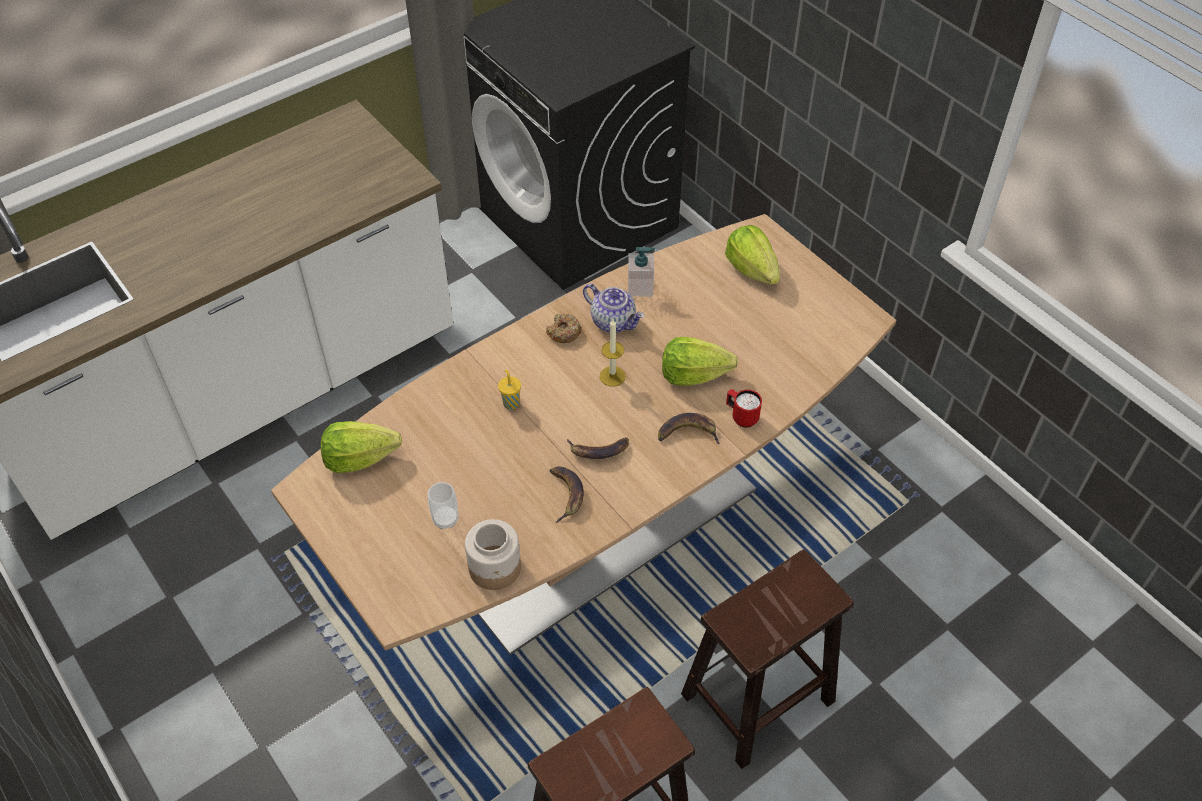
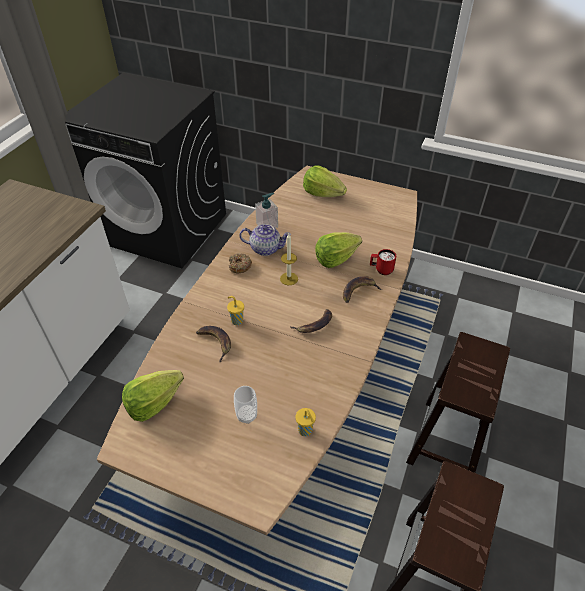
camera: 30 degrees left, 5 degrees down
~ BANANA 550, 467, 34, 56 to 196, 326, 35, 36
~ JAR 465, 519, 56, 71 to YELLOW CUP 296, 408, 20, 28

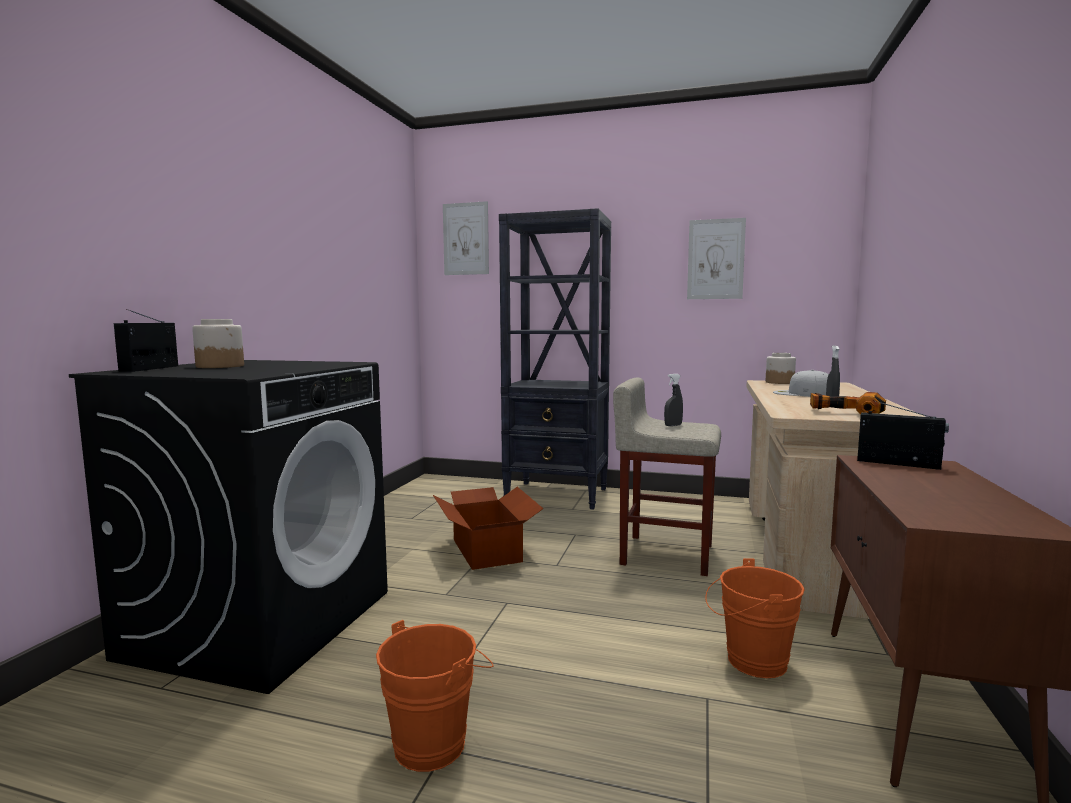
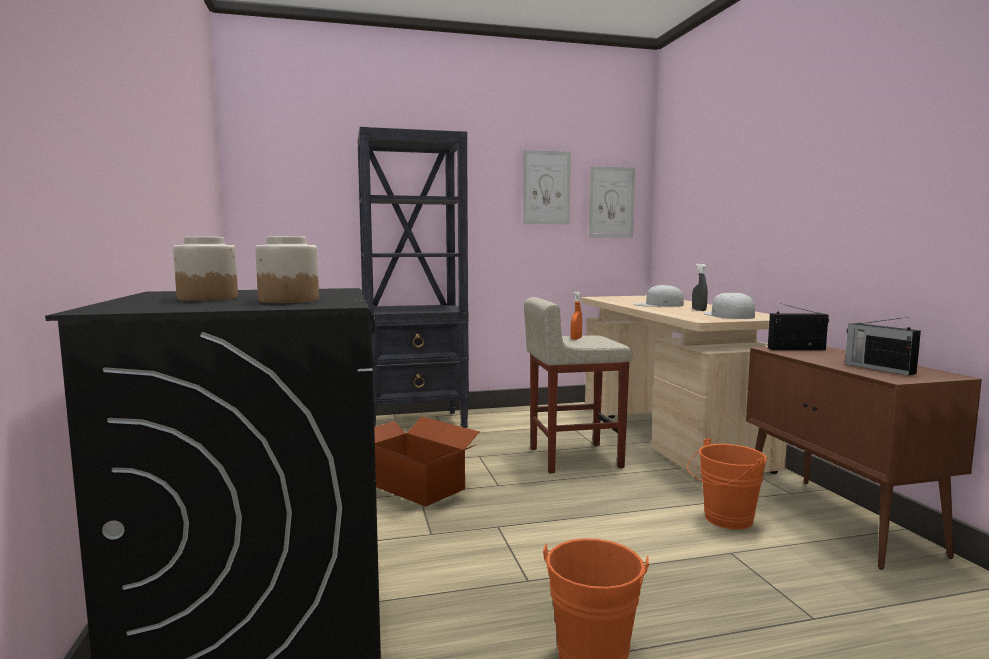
camera: 30 degrees left, 0 degrees up
~ RADIO 114, 309, 64, 63 to 845, 317, 76, 58
~ PICTURE 443, 201, 46, 74 to 589, 166, 46, 72
~ JAR 766, 353, 30, 31 to 255, 236, 64, 67
~ POWER DRILL 810, 392, 76, 23 to WHITE CAP 703, 292, 52, 27
~ GREY SPRAY BOTTLE 664, 374, 19, 52 to ORANGE SPRAY BOTTLE 571, 292, 11, 48

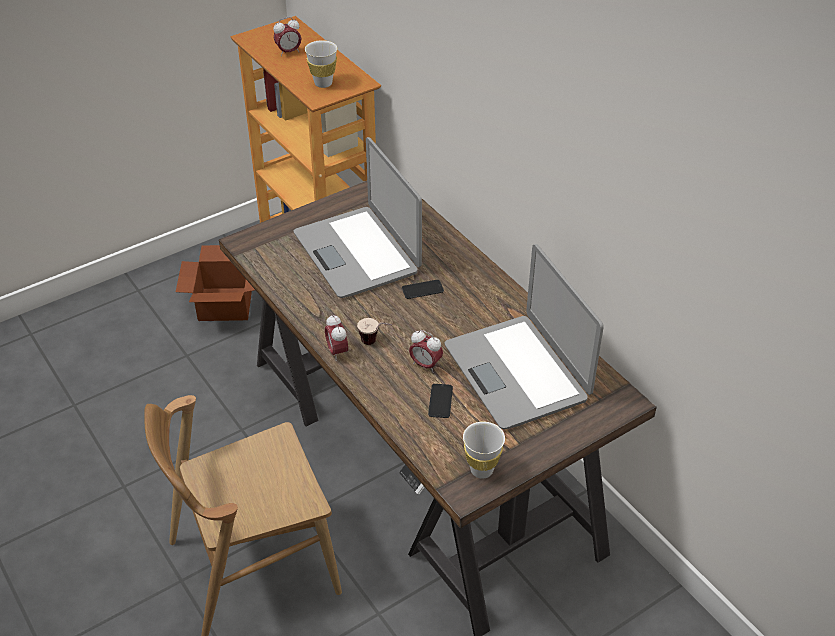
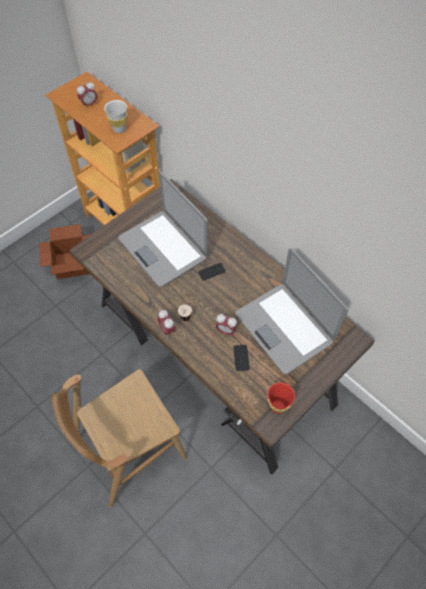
camera: 10 degrees left, 15 degrees up
~ WHITE CUP 463, 422, 42, 57 to RED CUP 268, 382, 27, 32

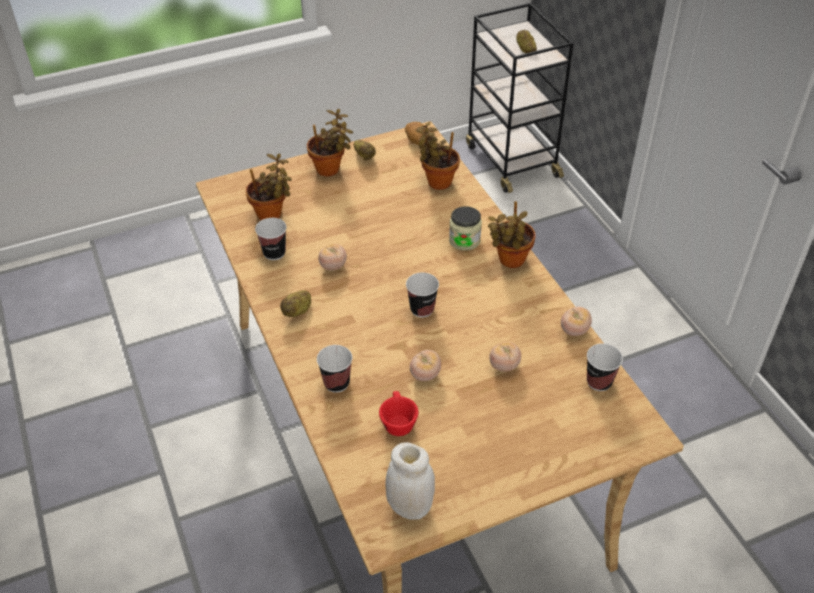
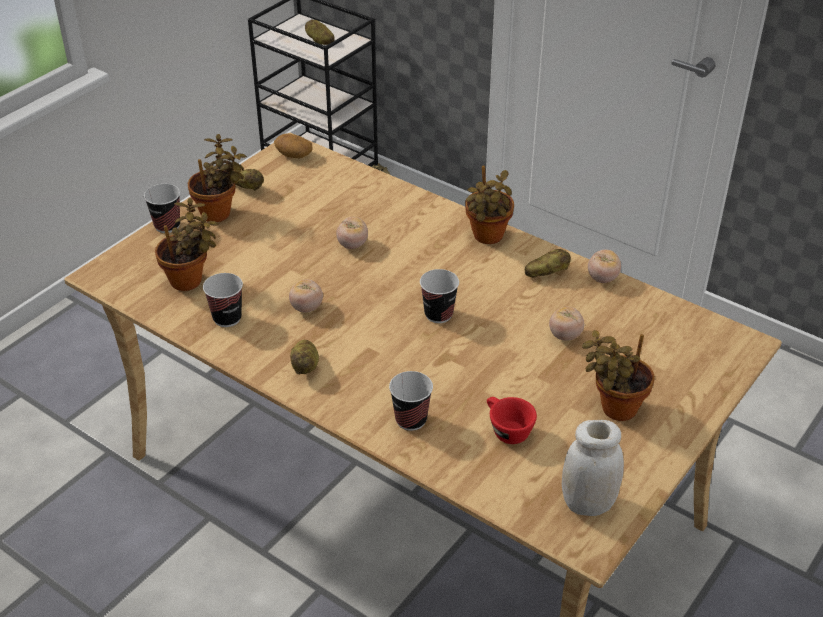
camera: 30 degrees left, 5 degrees down
- JAR 449, 206, 33, 45
+ POTATO 524, 249, 47, 29
~ TOMATO 410, 350, 31, 31 to 336, 217, 32, 32
~ POTTED PLANT 416, 122, 44, 68 to 582, 330, 73, 91
~ CUP 587, 343, 36, 48 to 144, 184, 36, 49

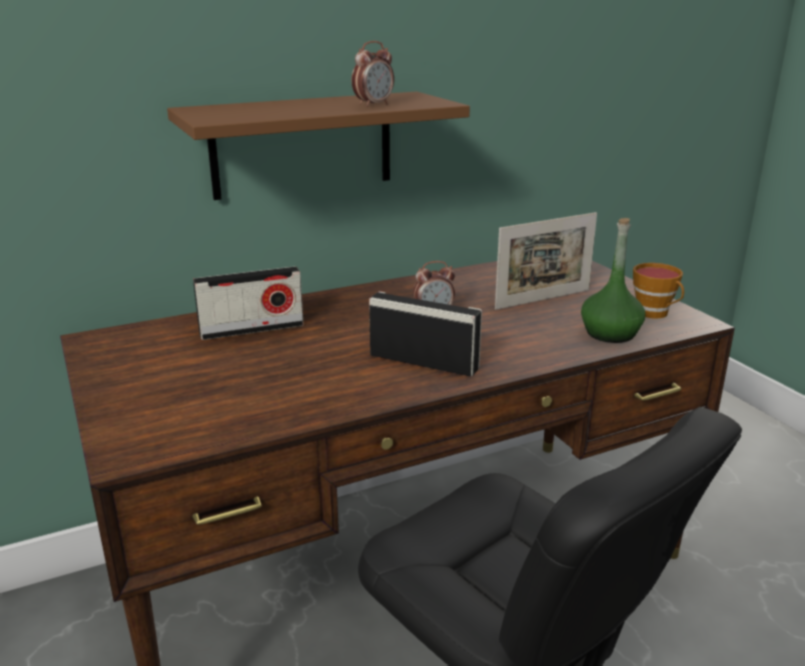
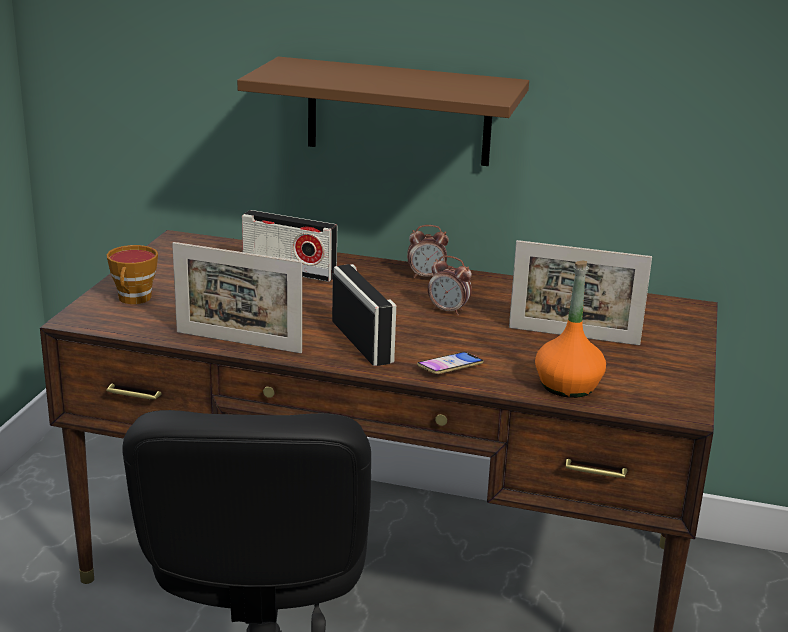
camera: 40 degrees right, 0 degrees up
+ PICTURE FRAME 172, 242, 130, 111
+ PHONE 417, 352, 67, 22
~ ALARM CLOCK 352, 41, 42, 66 to 407, 225, 42, 53
~ CUP 633, 263, 51, 56 to 106, 245, 52, 59
~ GREEN BOTTLE 581, 218, 64, 125 to ORANGE BOTTLE 535, 260, 71, 138

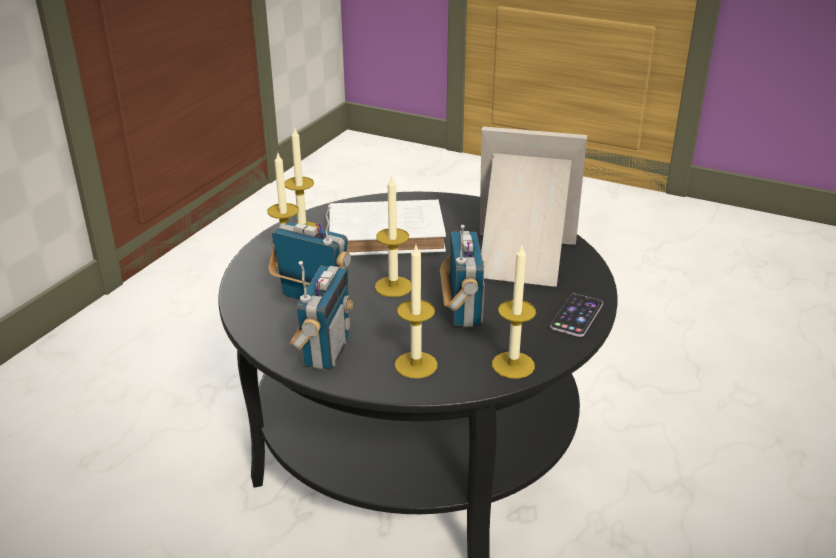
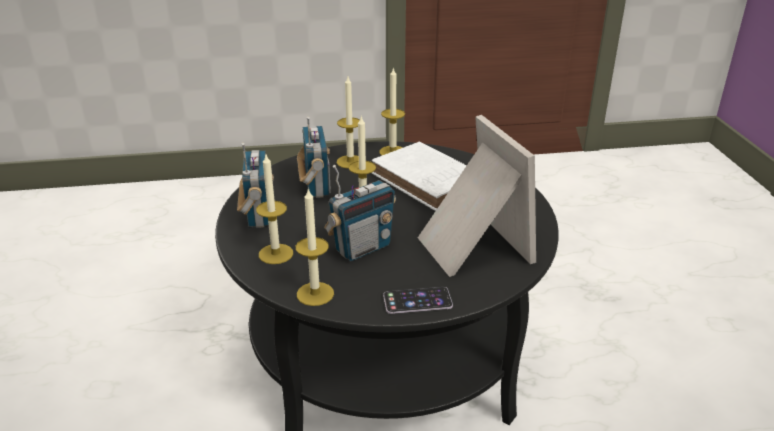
camera: 55 degrees right, 0 degrees up
~ RADIO 289, 261, 64, 109 = 237, 143, 37, 85 75 degrees counterclockwise

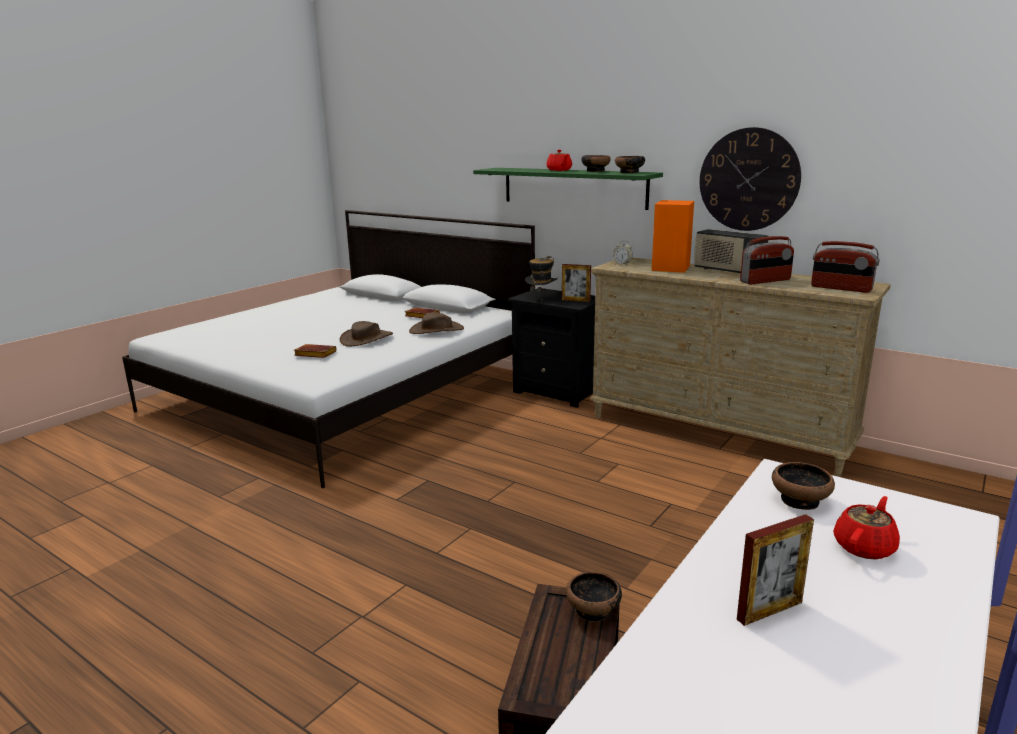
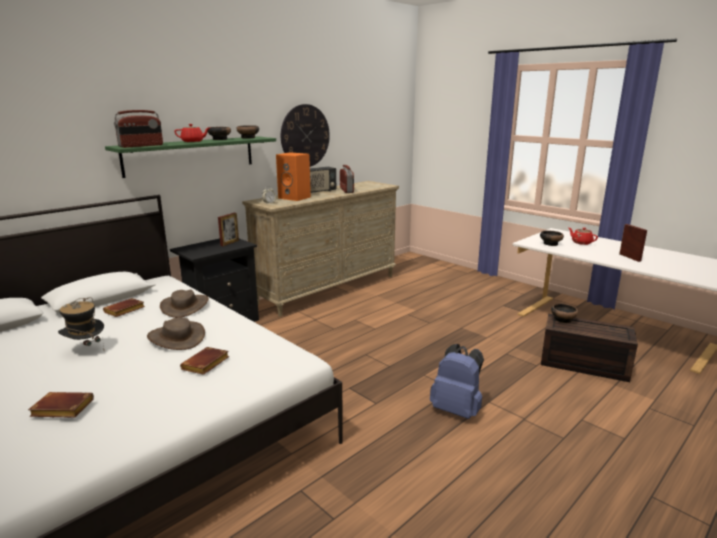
camera: 80 degrees left, 0 degrees up
+ BROWN BOOK 28, 392, 66, 26
+ BLUE BACKPACK 430, 344, 54, 75
~ HAT 525, 256, 33, 36 to 58, 297, 46, 49
~ RADIO 811, 241, 69, 52 to 114, 110, 49, 38

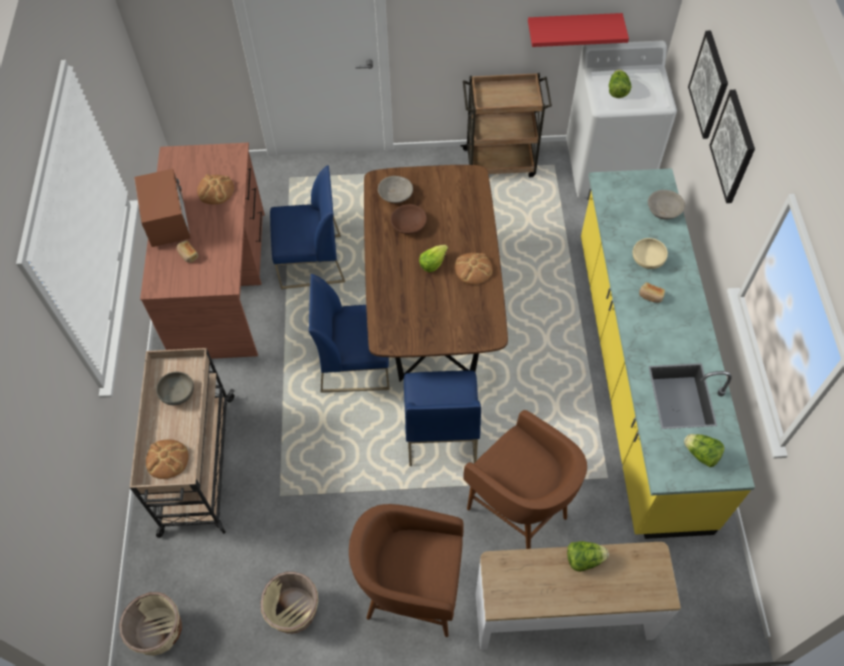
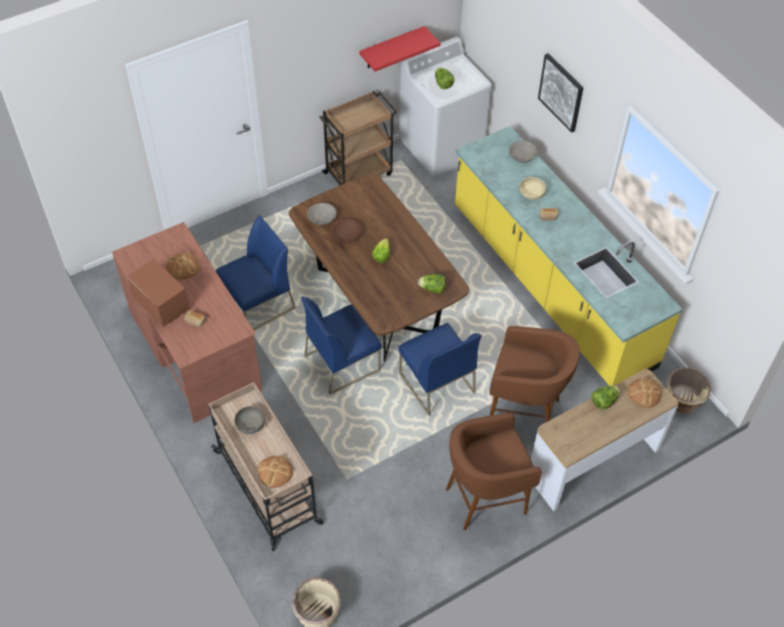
camera: 30 degrees left, 5 degrees down
- PICTURE 688, 30, 40, 109
~ BEIGE PLANTER 261, 572, 57, 62 to 667, 367, 44, 46
~ BREAD 455, 253, 38, 32 to 627, 377, 35, 31
~ LETTUCE 684, 434, 40, 33 to 418, 274, 28, 20

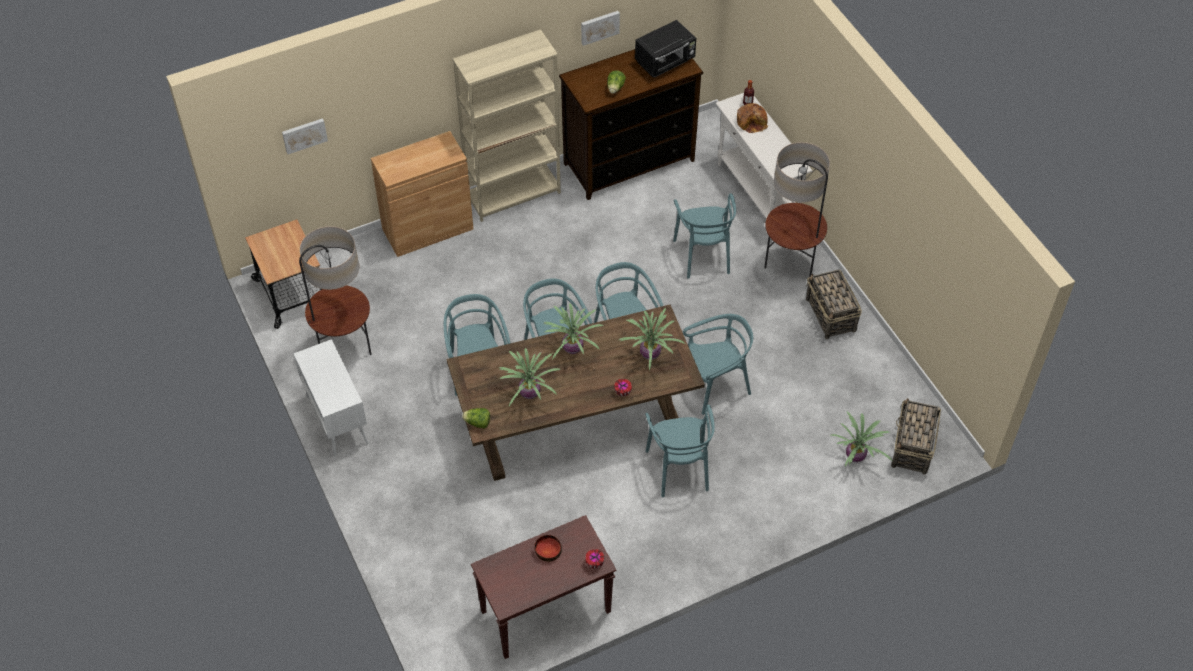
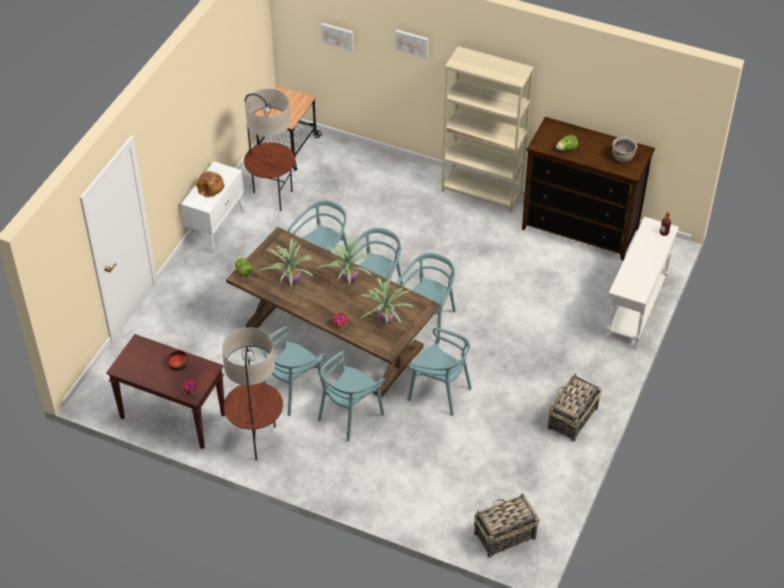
camera: 50 degrees right, 5 degrees down
- BROWN CABINET 371, 131, 103, 126
- POTTED PLANT 830, 412, 62, 54
~ PICTURE 581, 11, 39, 35 to 395, 29, 34, 29
~ TURQUOISE CHAIR 673, 193, 63, 86 to 261, 326, 65, 90
~ BREAD 737, 103, 32, 30 to 196, 171, 29, 27
~ FLOOR LAMP 764, 142, 66, 135 to 222, 327, 61, 134
~ BLACK MICROWAVE 635, 20, 61, 58 to BROWN COOKING POT 612, 136, 26, 26

